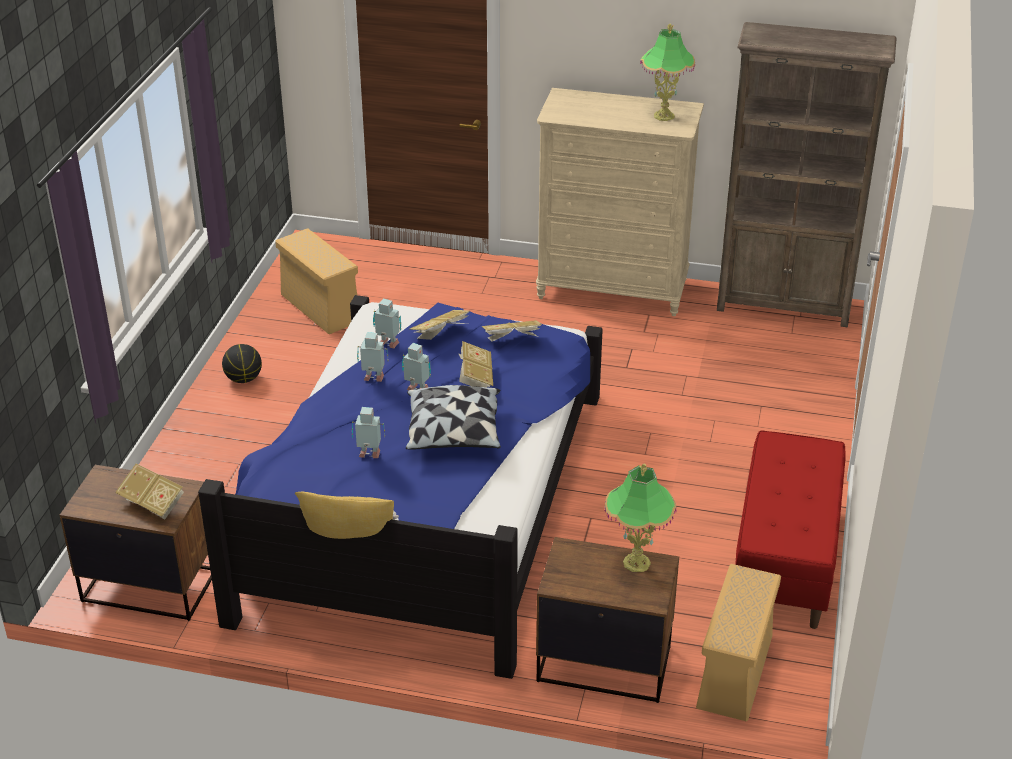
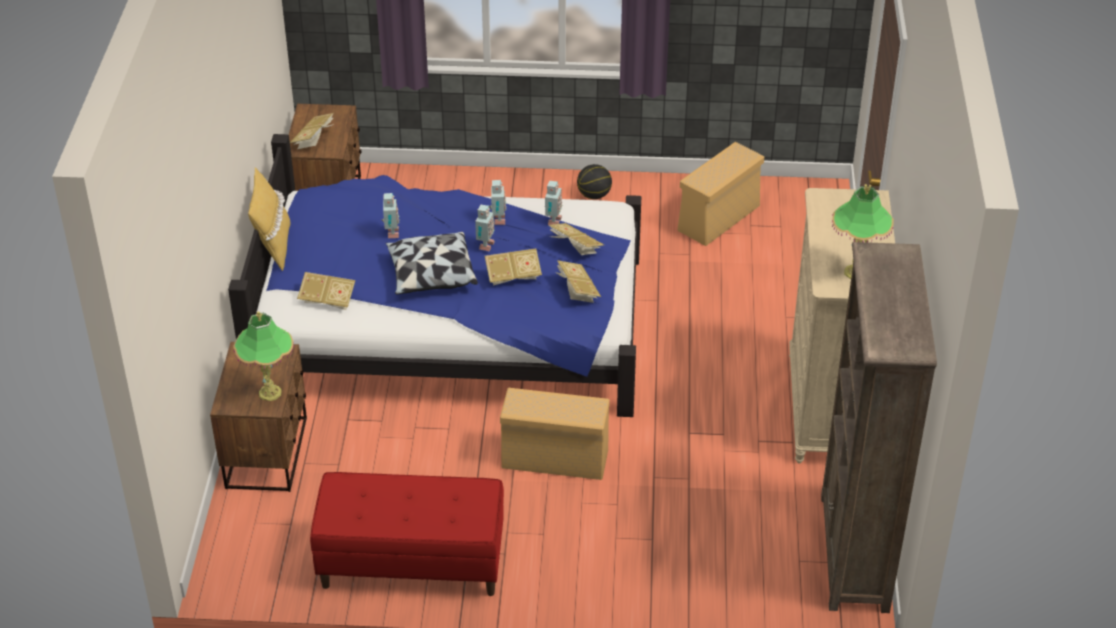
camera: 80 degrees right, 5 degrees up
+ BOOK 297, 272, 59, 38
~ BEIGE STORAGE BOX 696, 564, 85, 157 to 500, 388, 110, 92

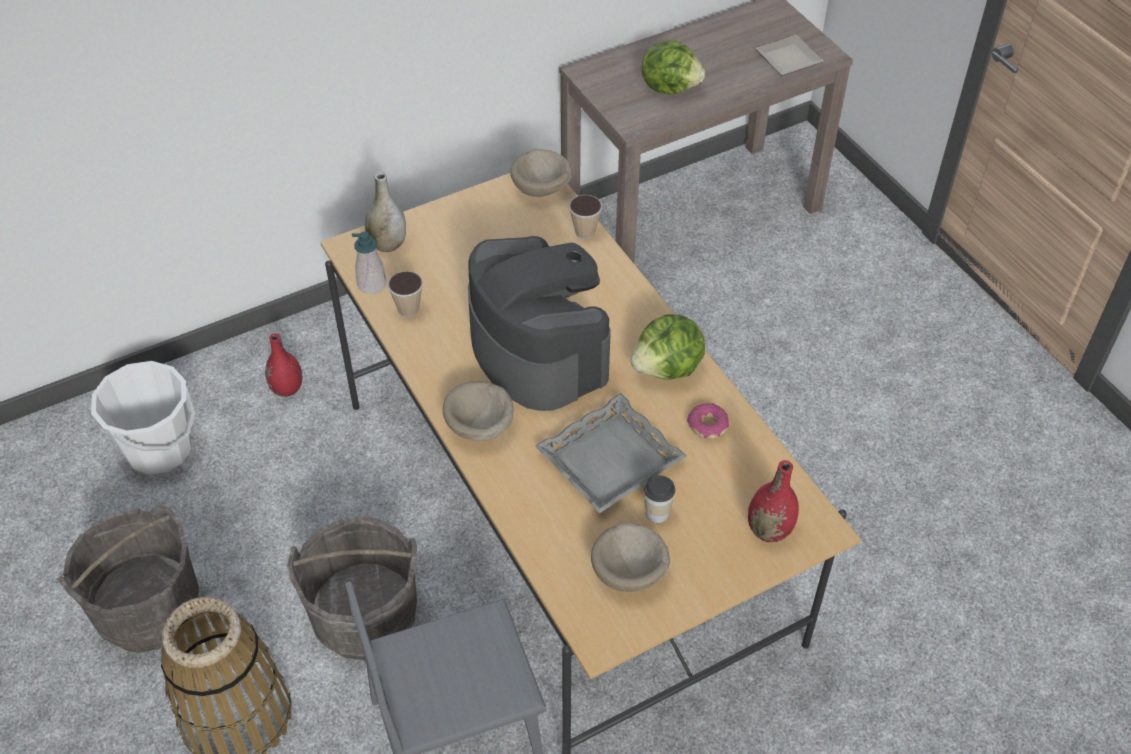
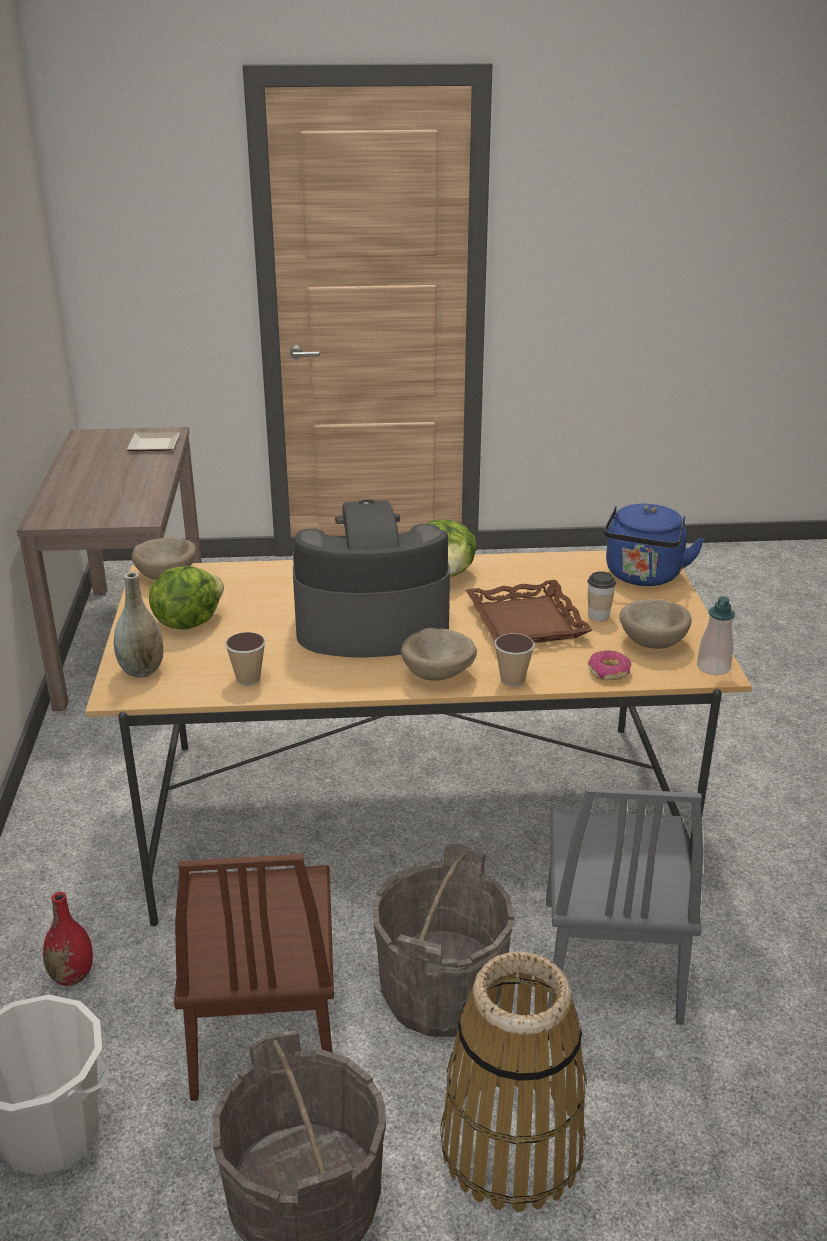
camera: 65 degrees left, 20 degrees down
+ BROWN CHAIR 174, 854, 160, 247
~ SOAP DISPENSER 352, 232, 34, 62 to 697, 596, 38, 79
~ CUP 569, 195, 33, 44 to 494, 633, 40, 54
~ LETTUCE 642, 40, 63, 55 to 149, 566, 75, 64
~ DONUT 687, 403, 42, 36 to 588, 650, 43, 30
~ RED VASE 748, 460, 51, 82 to BLUE KETTLE 604, 504, 101, 82
~ GREY TRAY 535, 393, 152, 120 to BROWN TRAY 466, 580, 127, 63

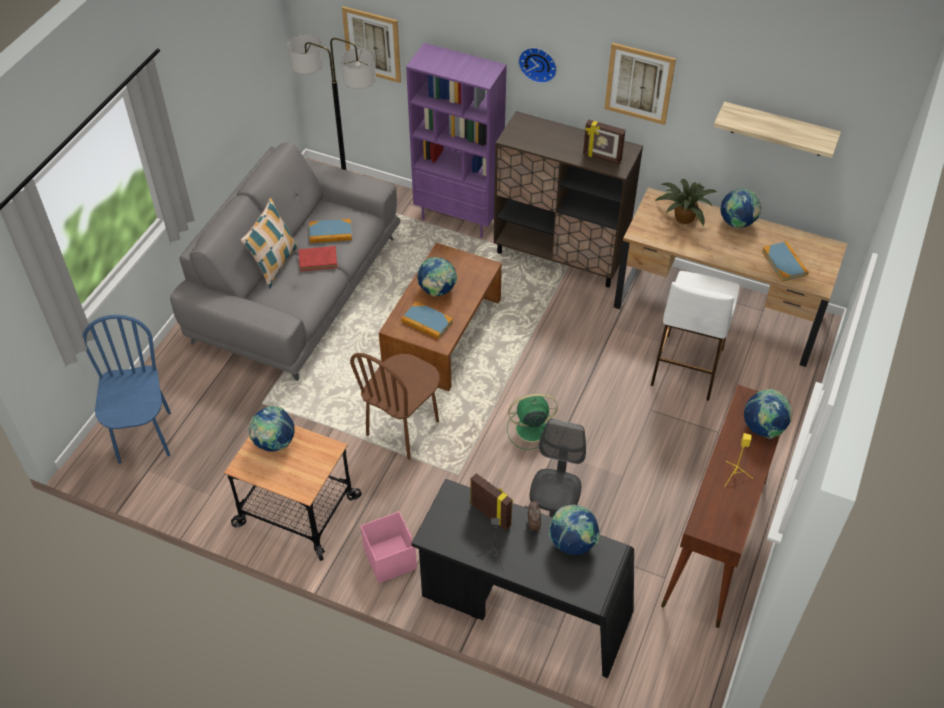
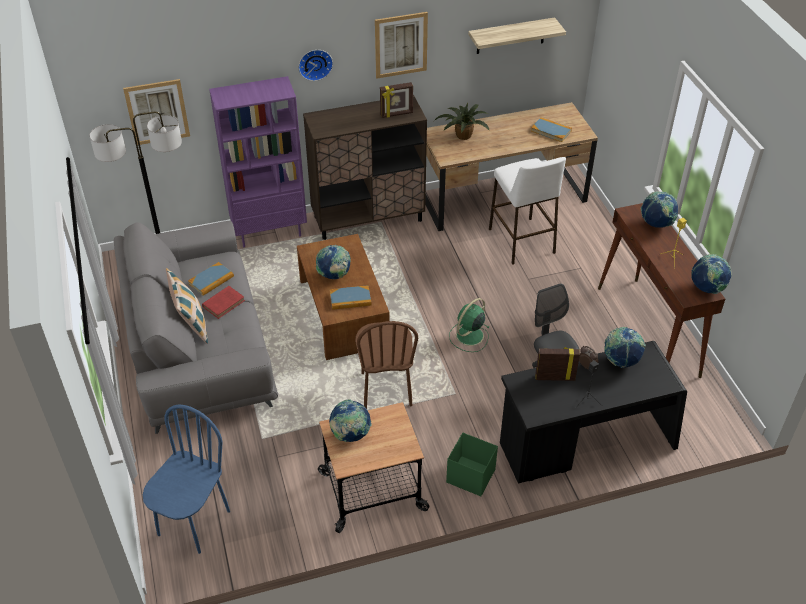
camera: 40 degrees left, 5 degrees down
~ GLOBE 720, 188, 41, 40 to 691, 254, 41, 40
~ PINK STORAGE BOX 361, 511, 56, 72 to GREEN STORAGE BOX 446, 433, 52, 63
~ BLUE CHAIR 83, 315, 88, 149 = 143, 405, 87, 149 75 degrees clockwise

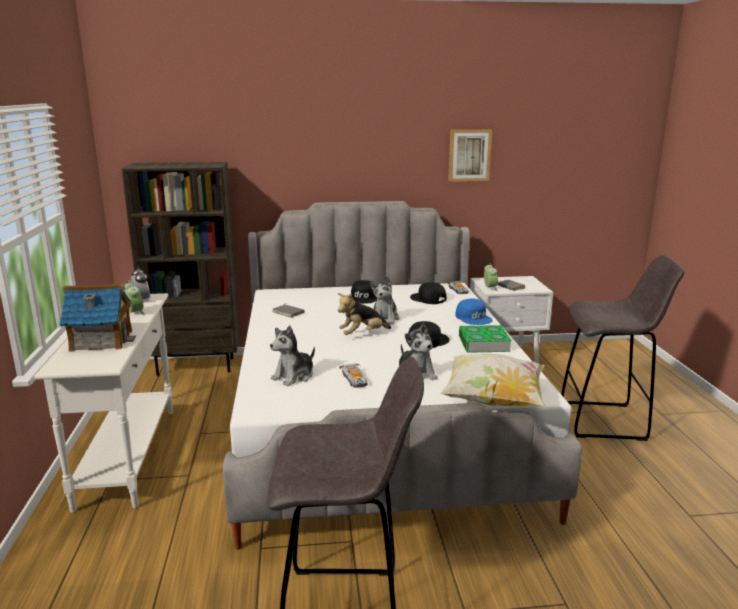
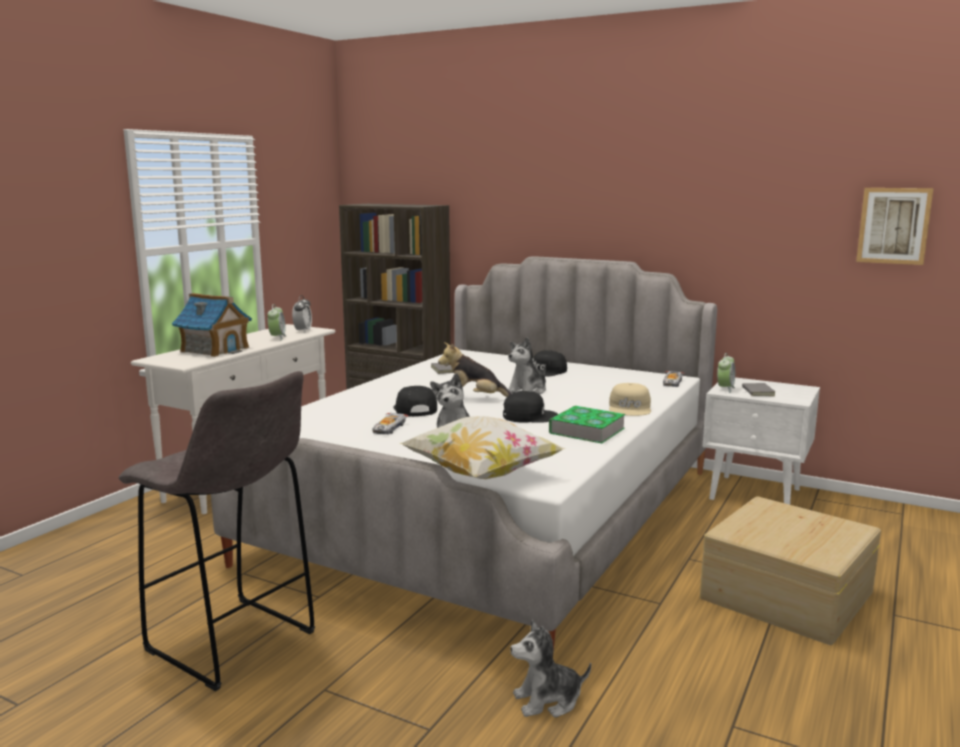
camera: 35 degrees right, 5 degrees down
~ PLUSH TOY 270, 325, 45, 61 to 510, 620, 81, 97
~ BLACK CAP 410, 282, 36, 22 to 394, 386, 43, 30
~ PICTURE 448, 130, 44, 52 to 856, 188, 78, 77
~ GREY STOOL 561, 255, 123, 186 to BEIGE STORAGE BOX 700, 496, 181, 149
~ BLUE CAP 455, 298, 38, 27 to BEIGE CAP 609, 383, 42, 33

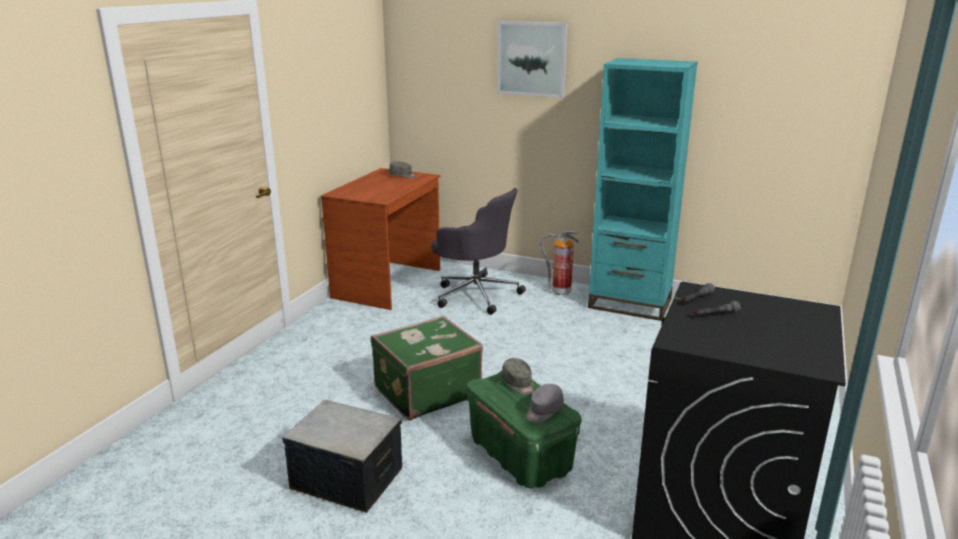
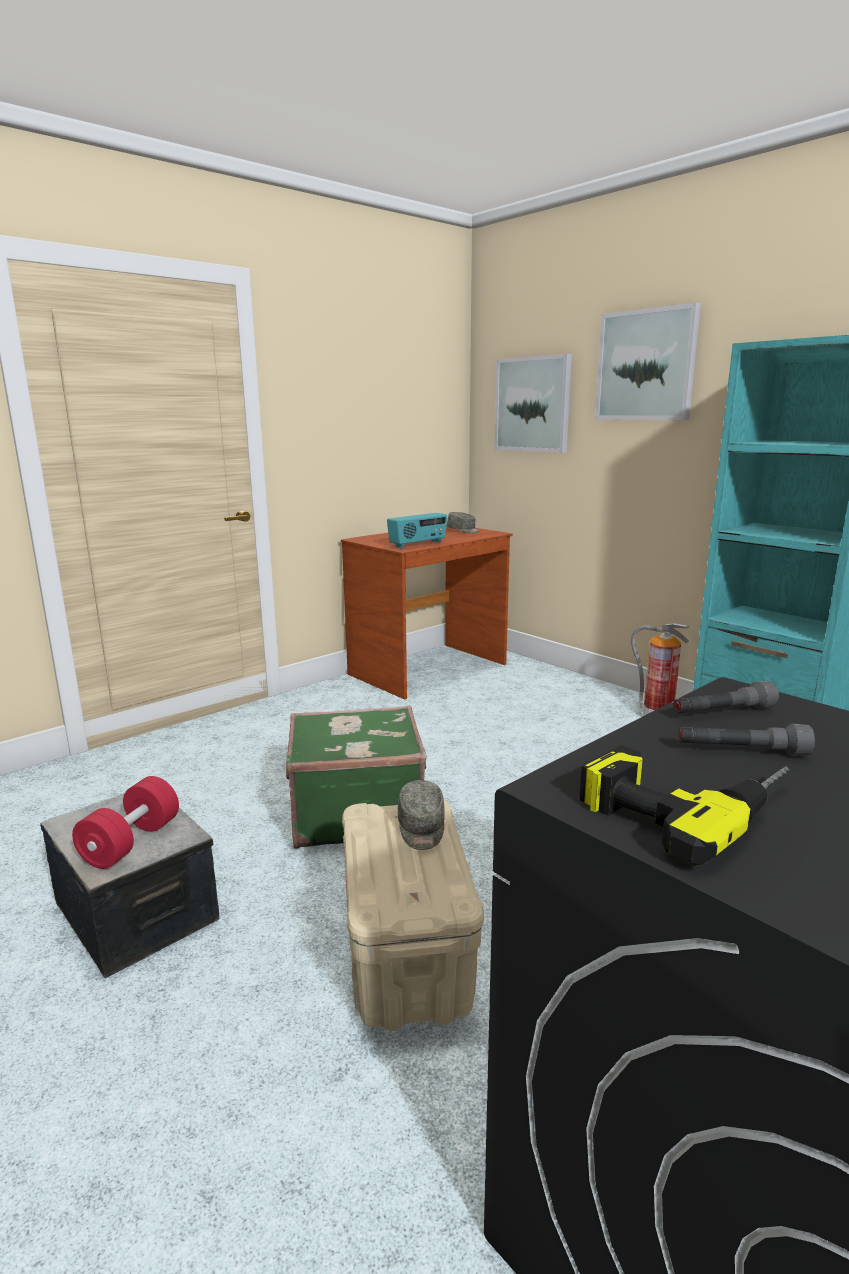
camera: 25 degrees right, 5 degrees down
- GREY OFFICE CHAIR 431, 188, 95, 127
- GREY CAP 526, 384, 38, 39
+ RED DUMBBELL 72, 776, 107, 93
+ RADIO 387, 513, 60, 35
+ PICTURE 494, 354, 78, 99
+ POWER DRILL 579, 745, 211, 121
~ GREEN STORAGE BOX 466, 371, 116, 117 to BEIGE STORAGE BOX 342, 800, 142, 231

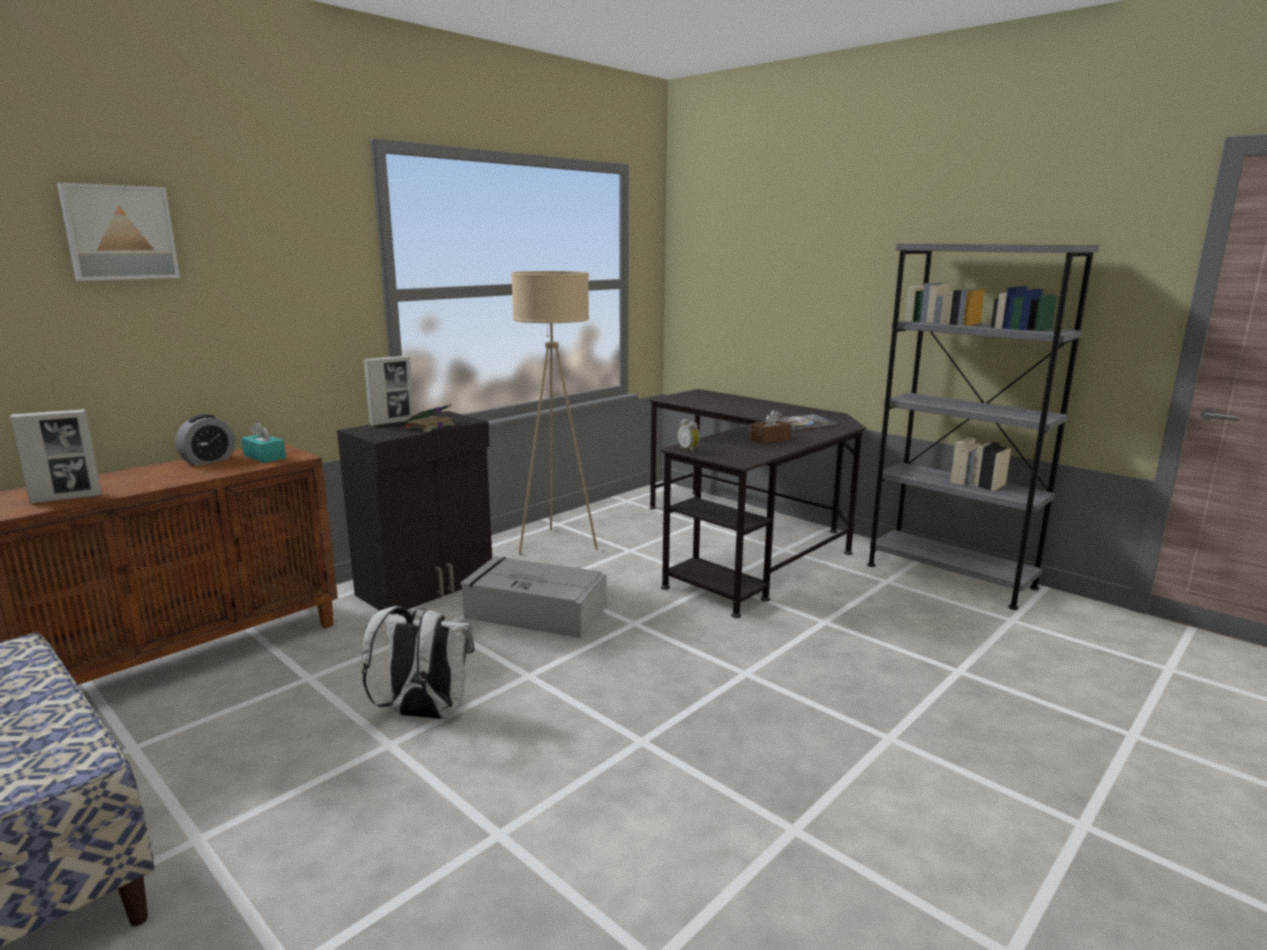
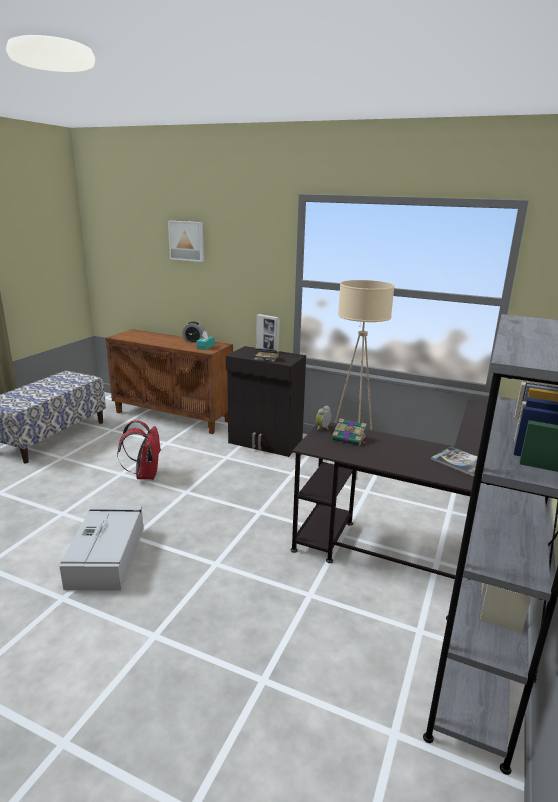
camera: 70 degrees right, 5 degrees up
- PICTURE FRAME 10, 409, 91, 95
- BROWN TISSUE BOX 751, 410, 41, 34
+ BOOK 332, 418, 35, 28
~ GREY STORAGE BOX 460, 556, 147, 82 to 60, 506, 84, 85
~ WHITE BACKPACK 362, 606, 112, 113 to RED BACKPACK 117, 420, 44, 60

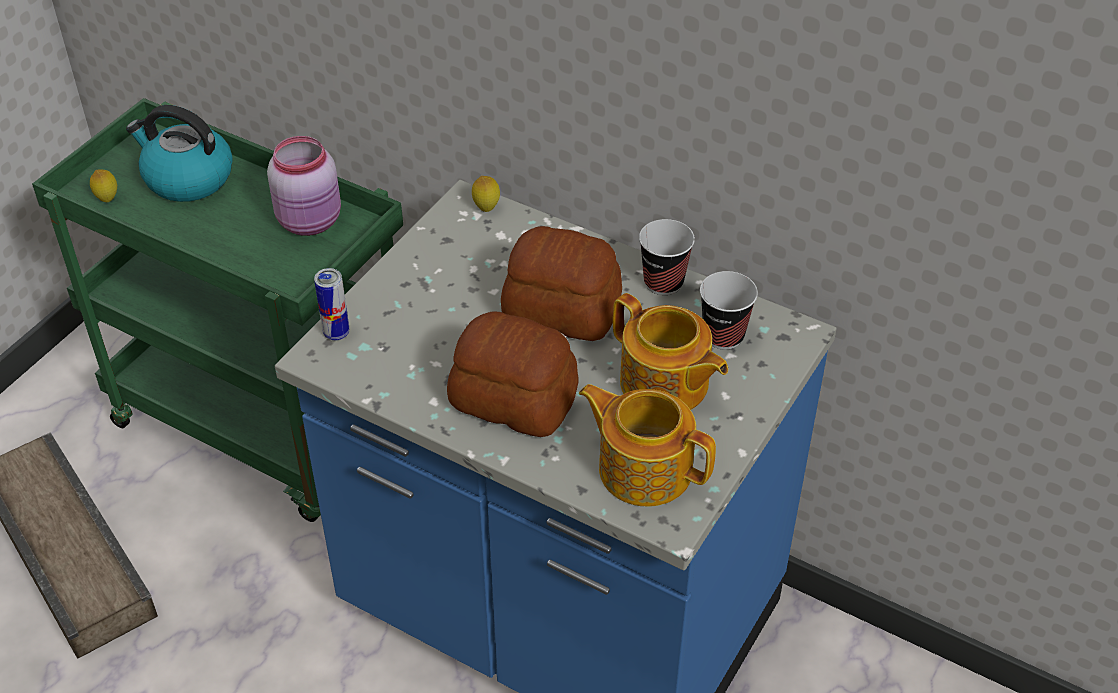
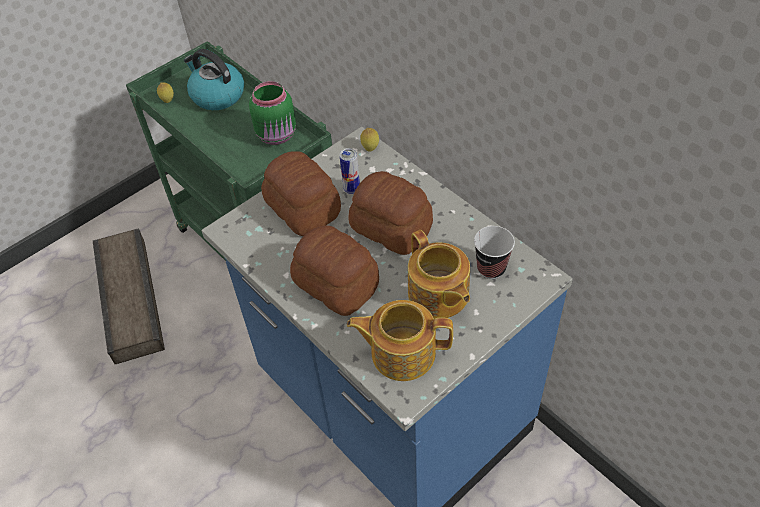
camera: 20 degrees right, 5 degrees up
- CUP 639, 219, 56, 76
+ BREAD 261, 151, 80, 85
~ CAN 314, 268, 35, 73 to 340, 148, 20, 46
~ PINK JAR 267, 136, 74, 100 to GREEN JAR 249, 81, 47, 64
~ TEAPOT 579, 384, 137, 123 = 347, 300, 106, 81 45 degrees counterclockwise

